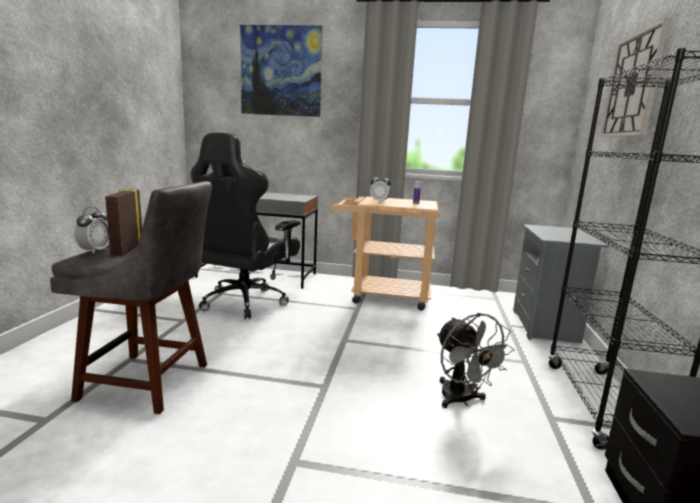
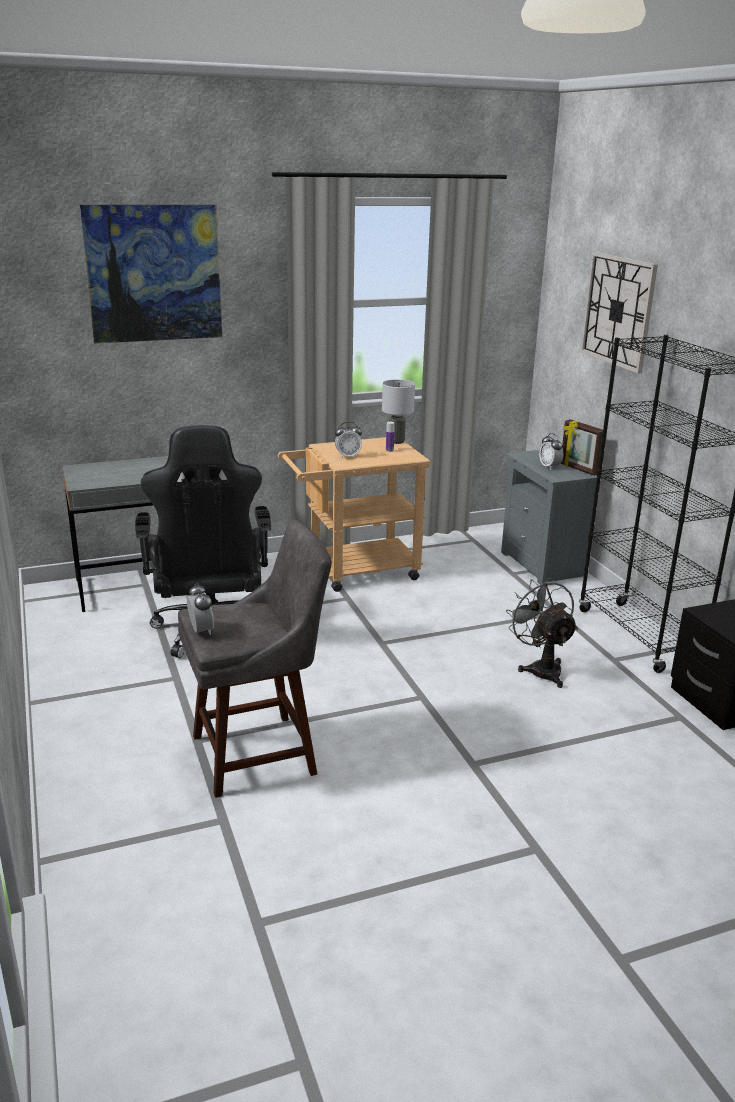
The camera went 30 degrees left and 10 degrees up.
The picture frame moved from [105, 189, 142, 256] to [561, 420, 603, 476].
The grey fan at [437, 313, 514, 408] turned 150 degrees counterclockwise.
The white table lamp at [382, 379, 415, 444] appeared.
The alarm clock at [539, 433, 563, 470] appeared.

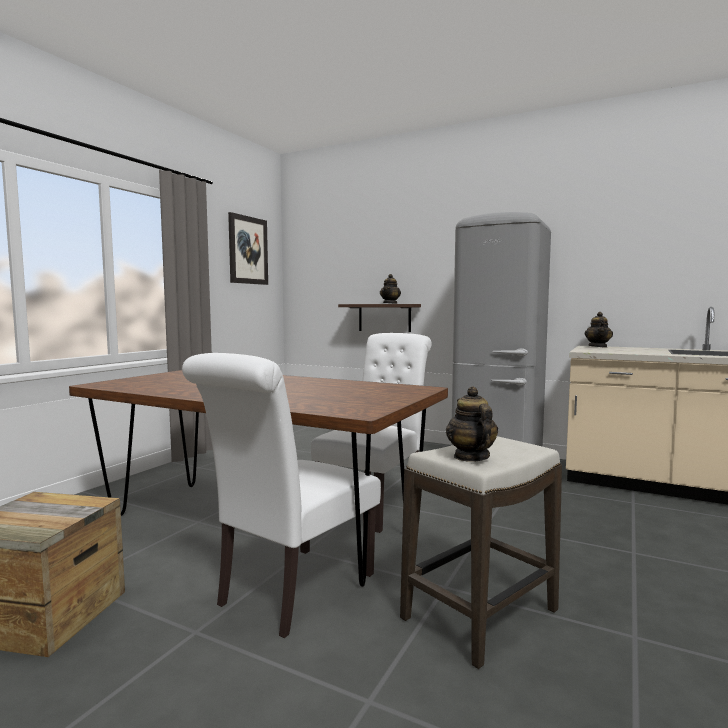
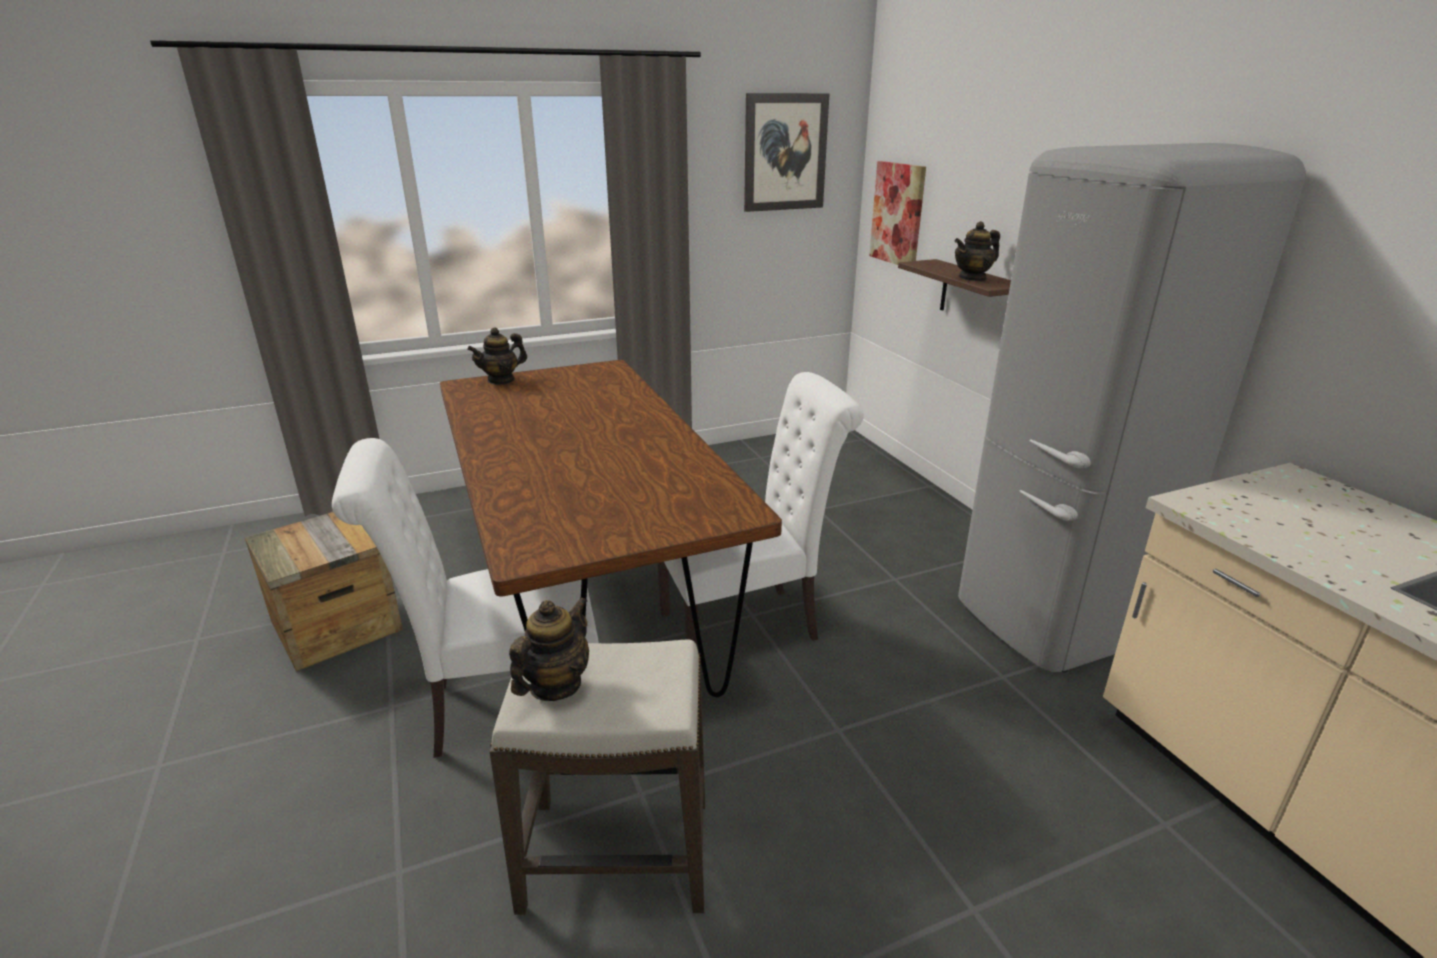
The camera went 40 degrees right and 20 degrees up.
The teapot moved from [584, 312, 613, 348] to [467, 327, 527, 385].
The picture at [869, 161, 926, 265] appeared.

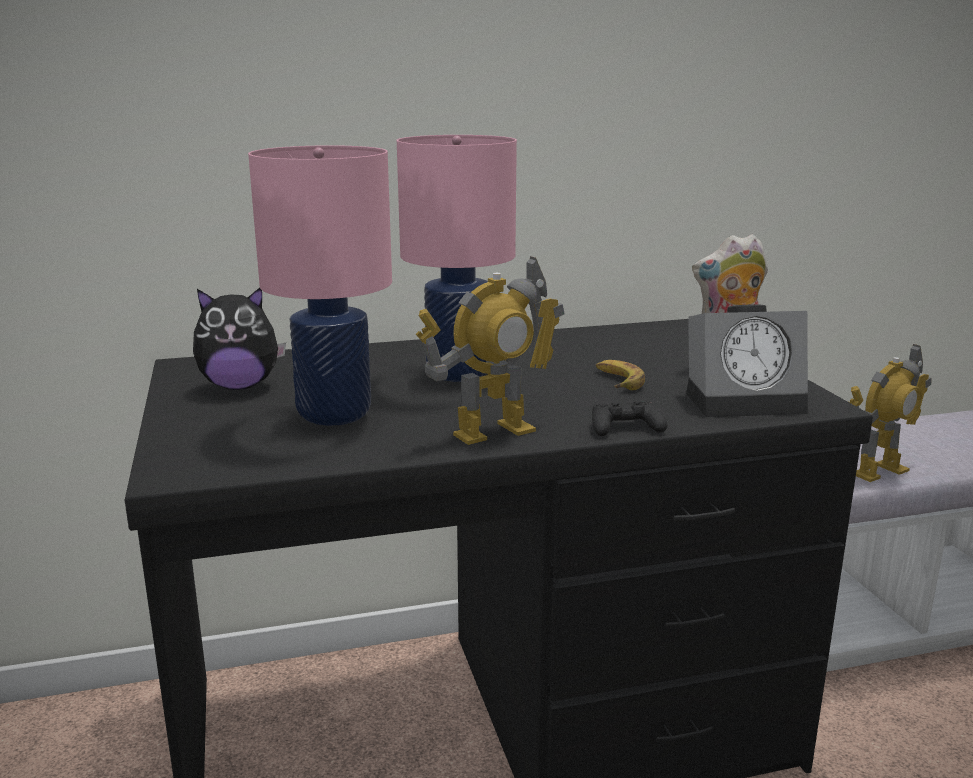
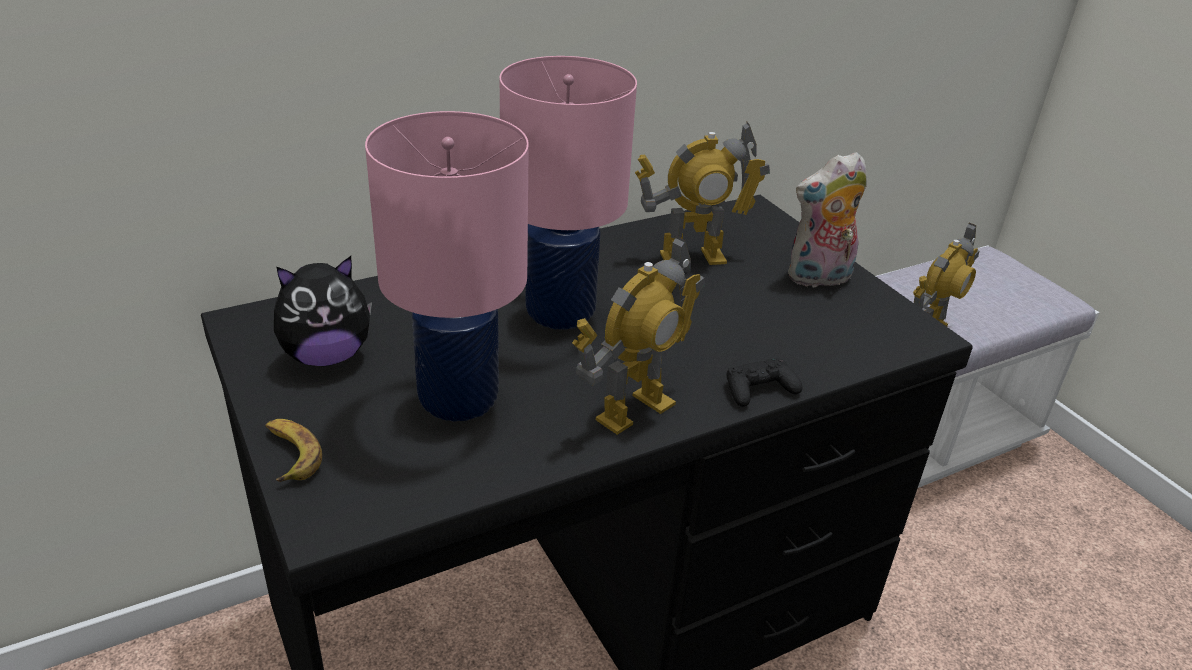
The camera went 15 degrees left and 15 degrees up.
The banana moved from [596, 360, 645, 390] to [265, 419, 322, 482].
The alarm clock at [686, 304, 808, 417] disappeared.
The toy robot at [635, 122, 770, 265] appeared.

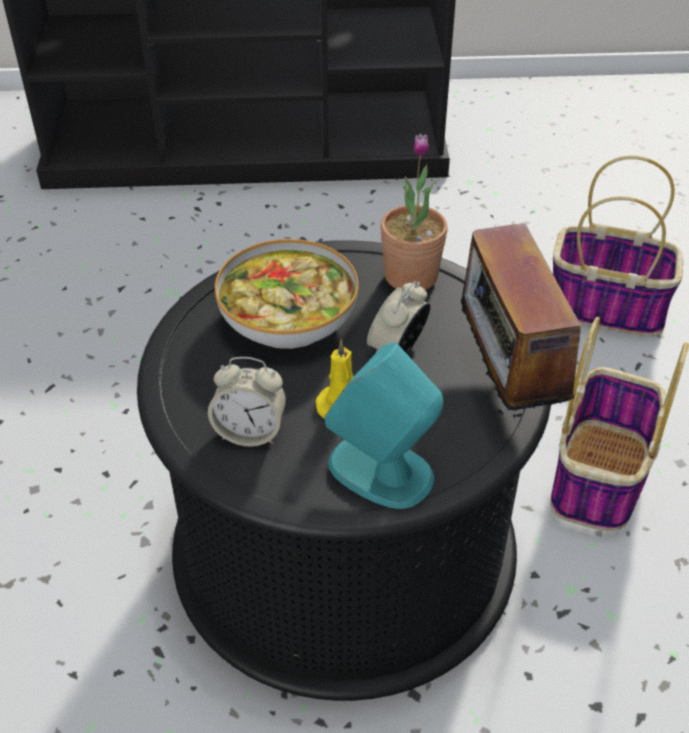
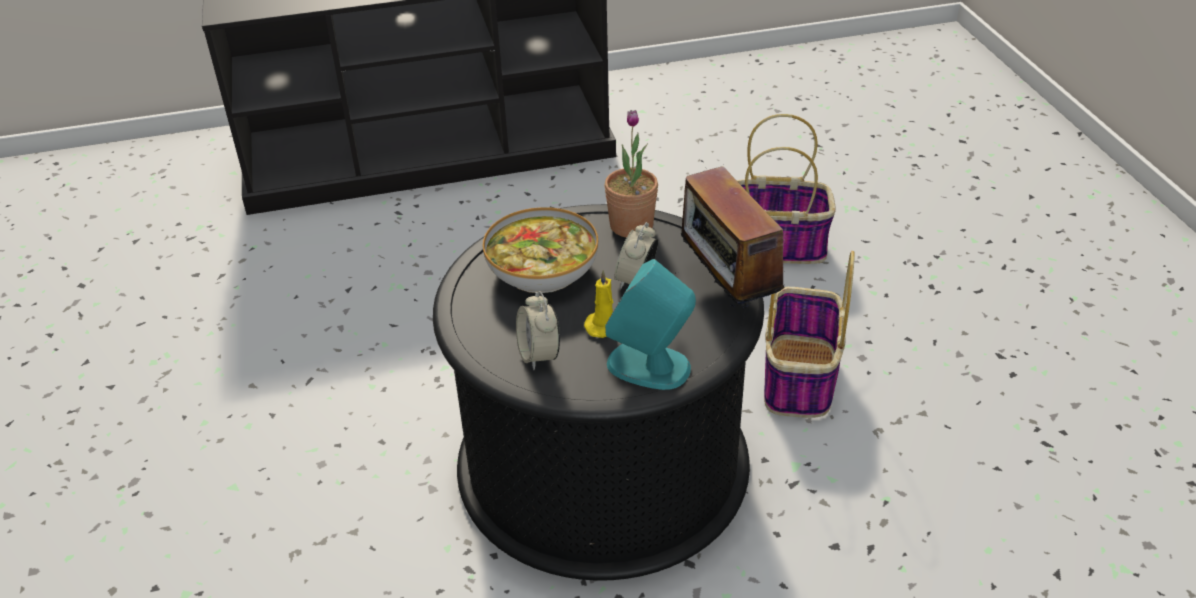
The camera went 10 degrees left and 5 degrees down.
The alarm clock at [208, 357, 286, 446] turned 75 degrees clockwise.

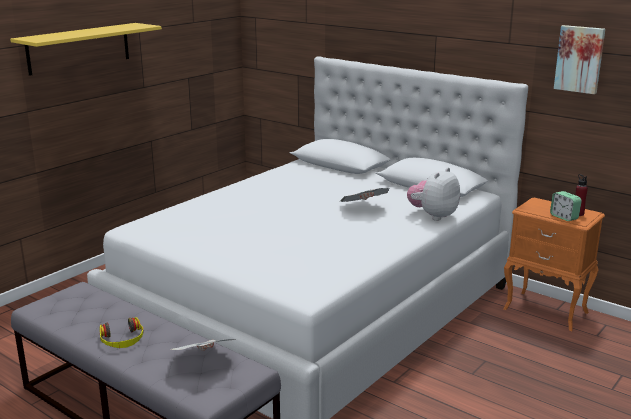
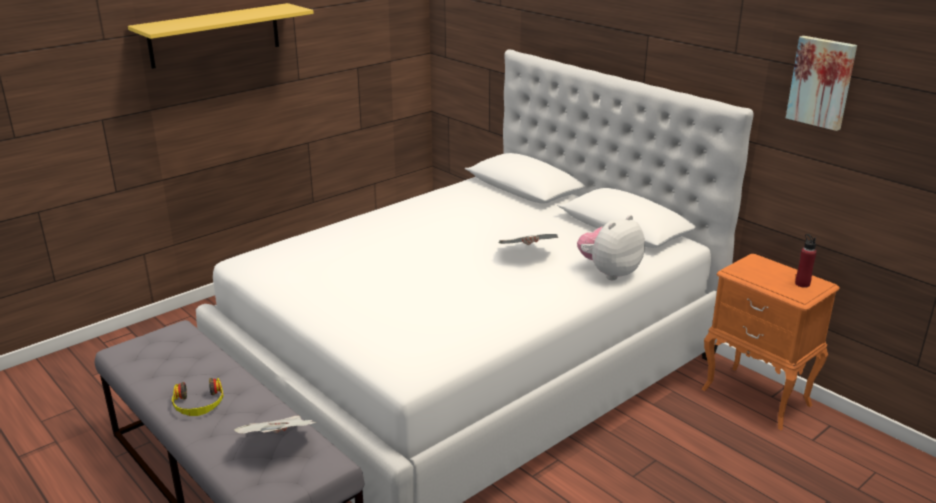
The camera went 10 degrees right and 5 degrees up.
The alarm clock at [550, 191, 582, 221] disappeared.

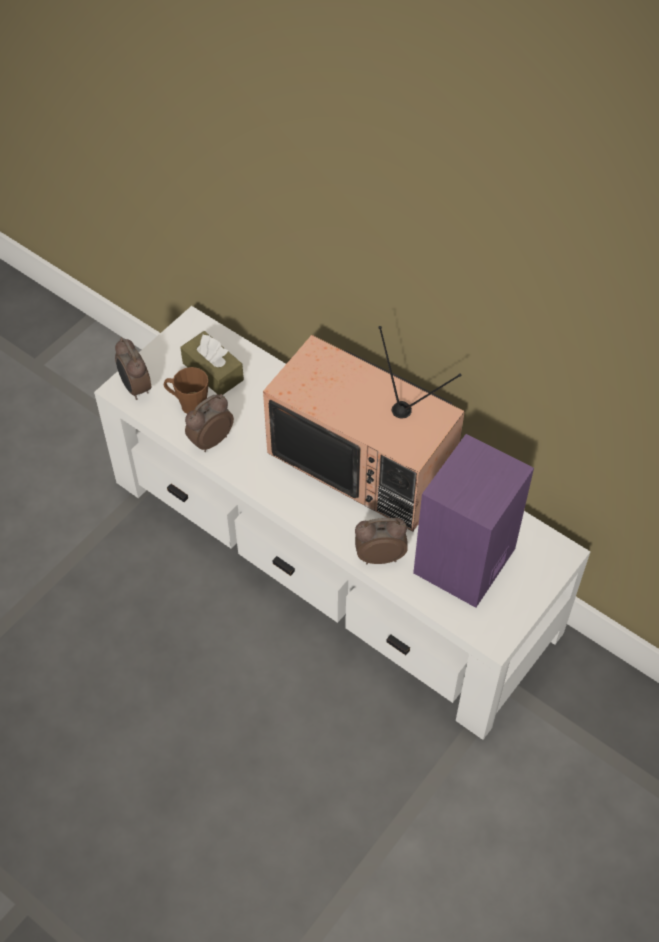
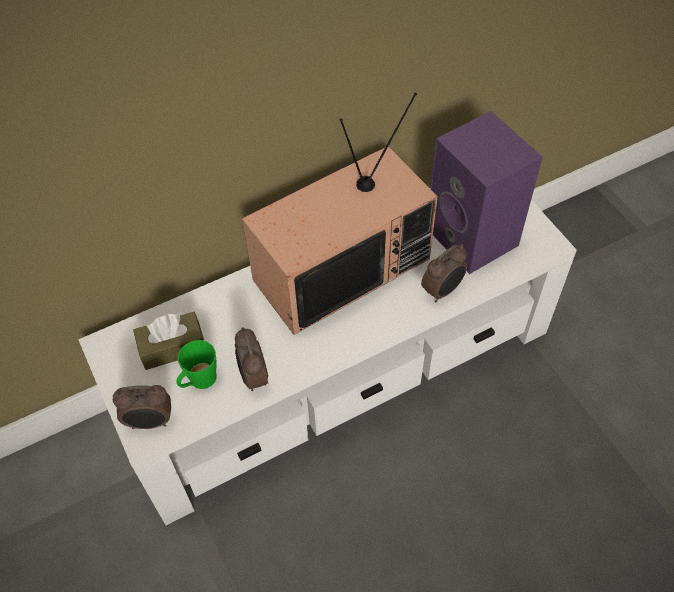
The camera went 65 degrees left and 0 degrees up.
The brown mug at [164, 367, 208, 414] became the green mug at [176, 340, 217, 389].
The alarm clock at [355, 518, 408, 564] turned 150 degrees counterclockwise.

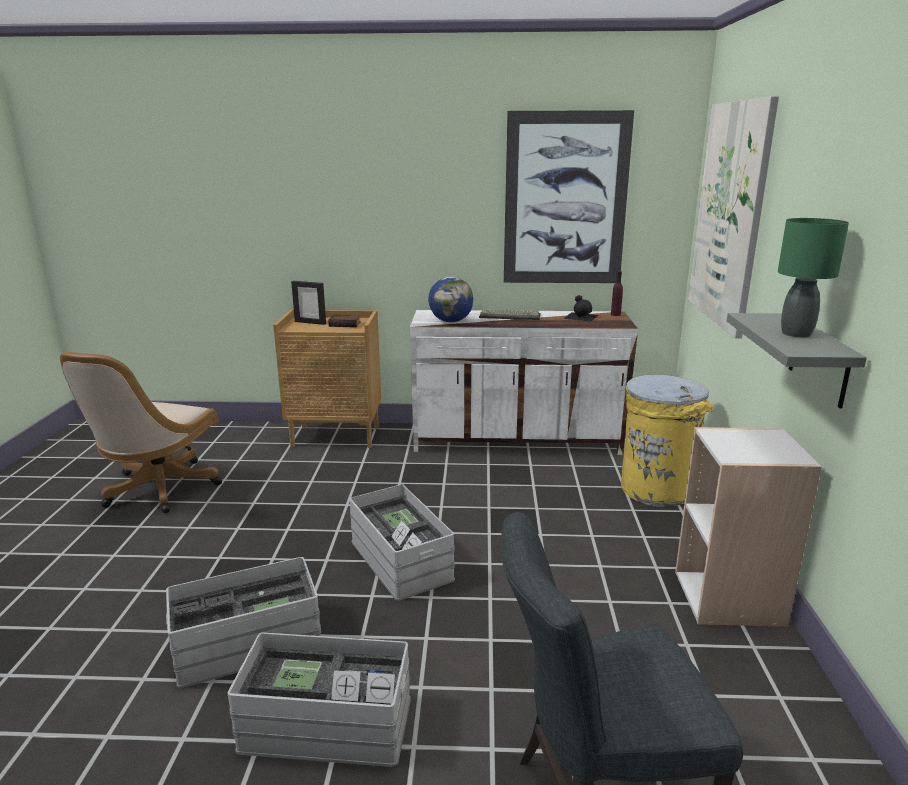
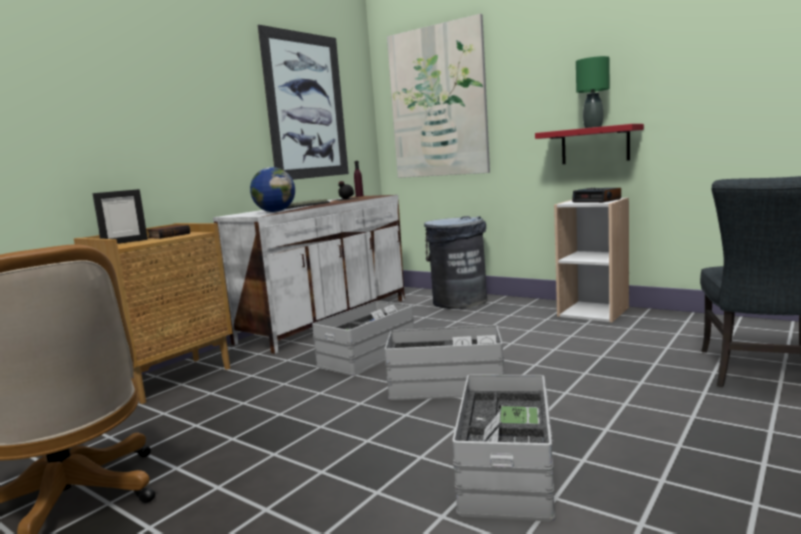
The camera went 55 degrees left and 10 degrees down.
The grey storage box moved from [227, 632, 411, 767] to [312, 301, 414, 376].
The yellow trash can at [621, 375, 714, 507] became the grey trash can at [424, 216, 487, 309].
The grey shelf at [727, 313, 867, 409] became the red shelf at [535, 124, 644, 164].
The alarm clock at [572, 187, 621, 203] appeared.

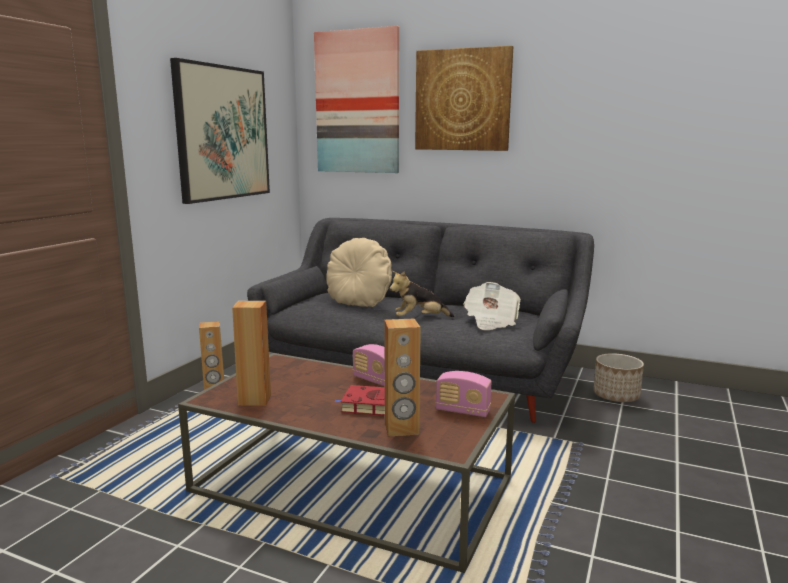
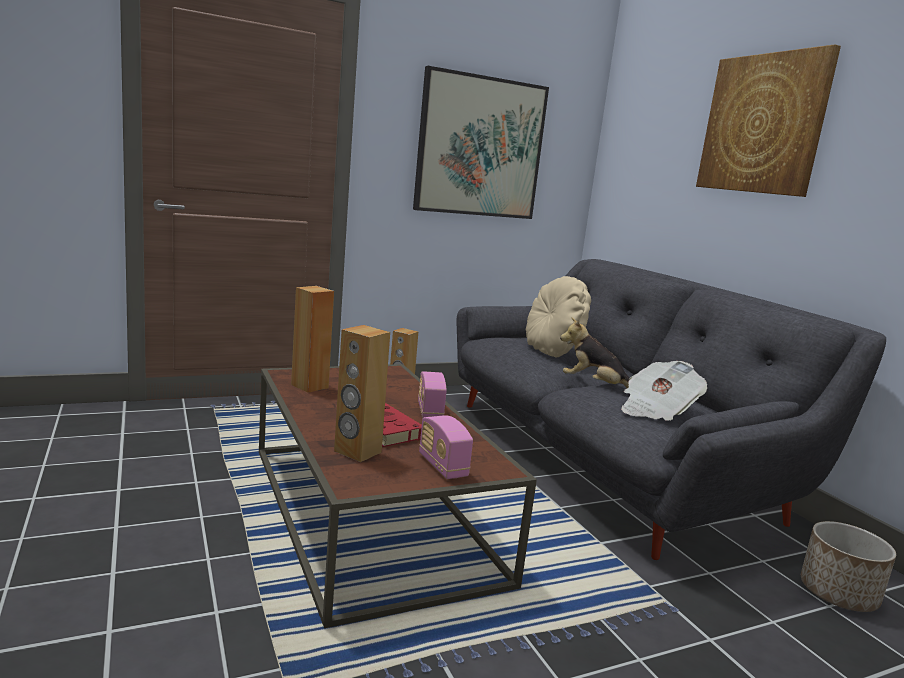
The camera went 40 degrees right and 0 degrees up.
The picture at [314, 26, 399, 173] disappeared.

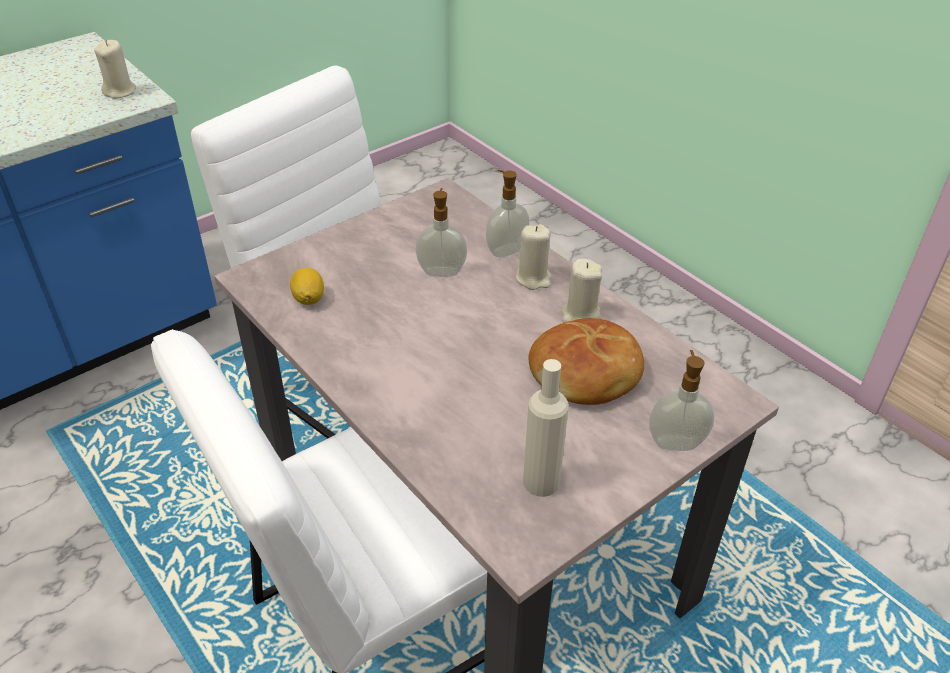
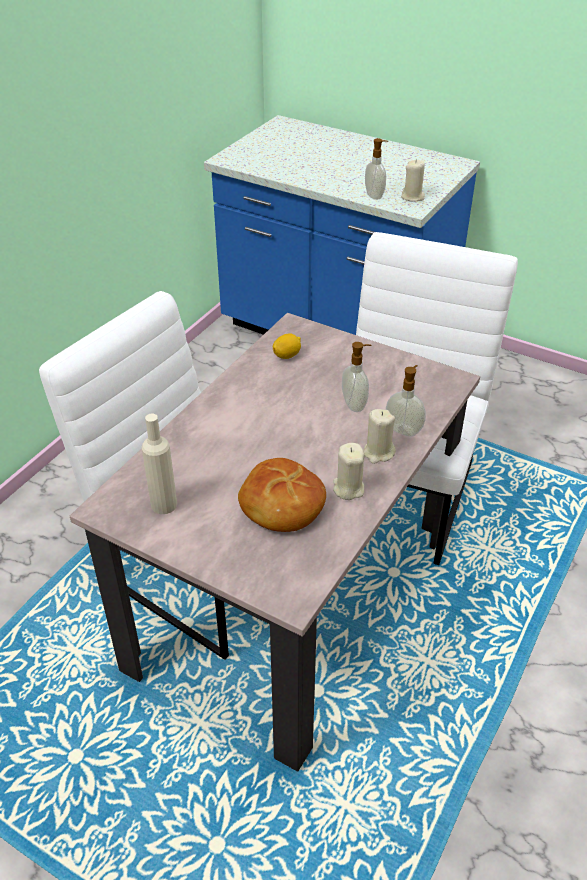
The camera went 70 degrees right and 0 degrees up.
The soap dispenser moved from [649, 350, 714, 451] to [365, 138, 389, 200].

